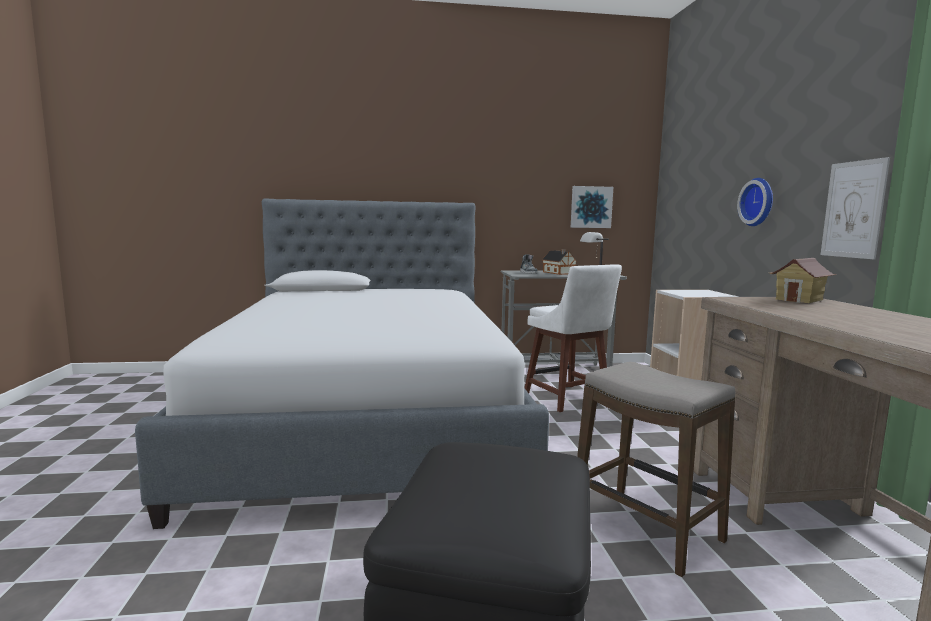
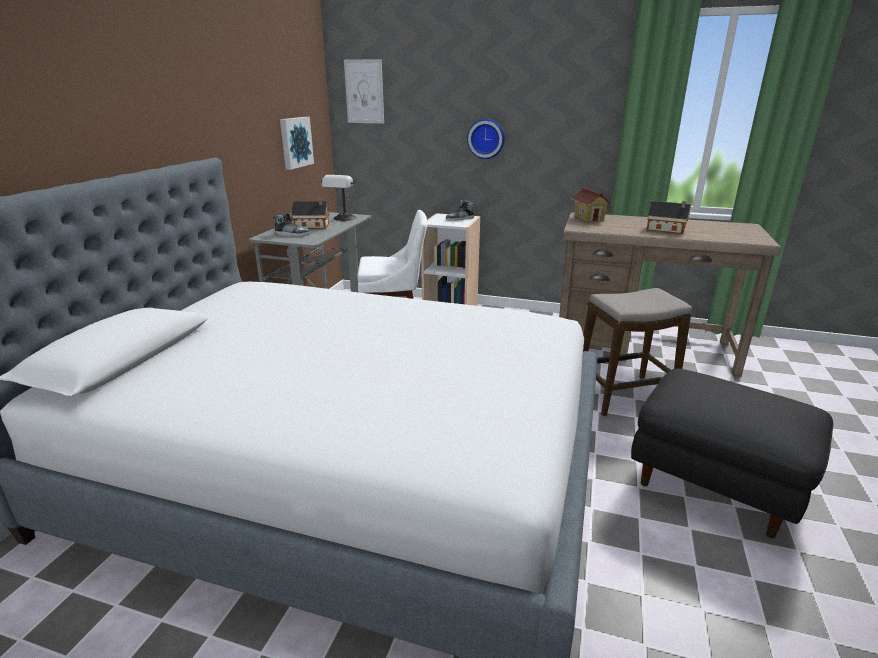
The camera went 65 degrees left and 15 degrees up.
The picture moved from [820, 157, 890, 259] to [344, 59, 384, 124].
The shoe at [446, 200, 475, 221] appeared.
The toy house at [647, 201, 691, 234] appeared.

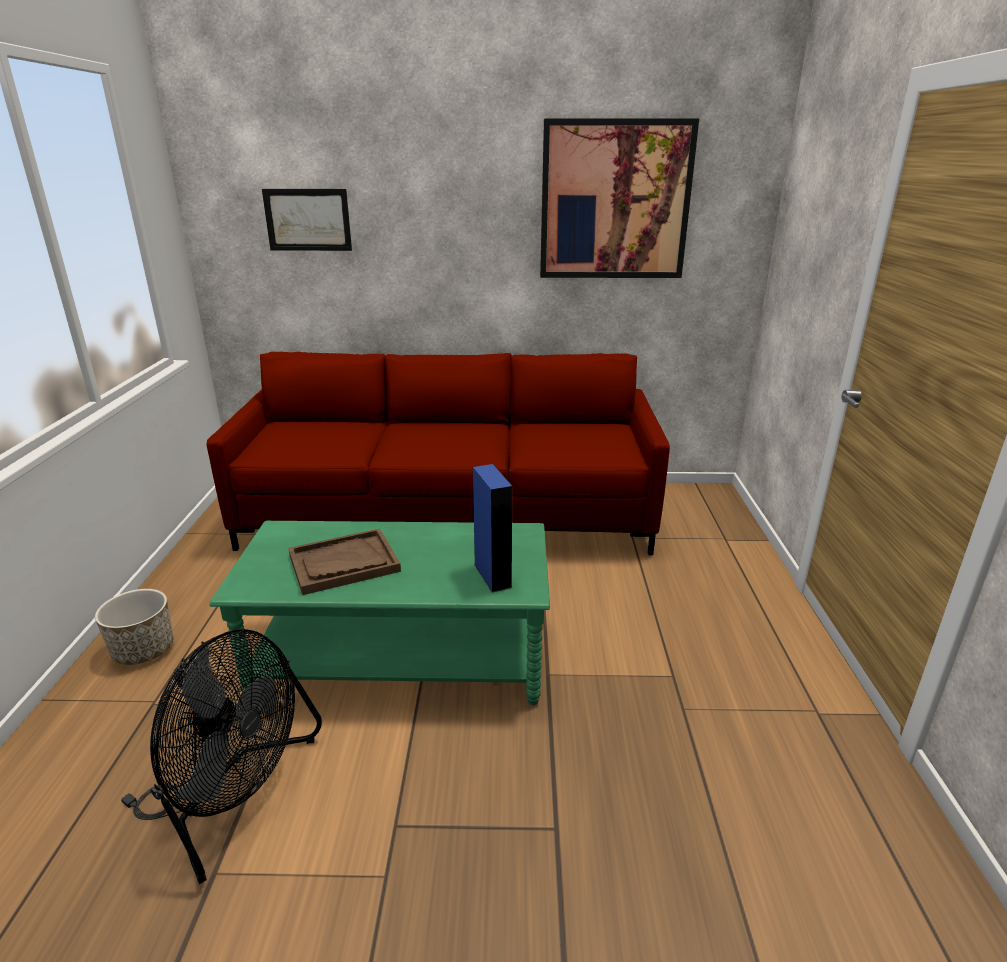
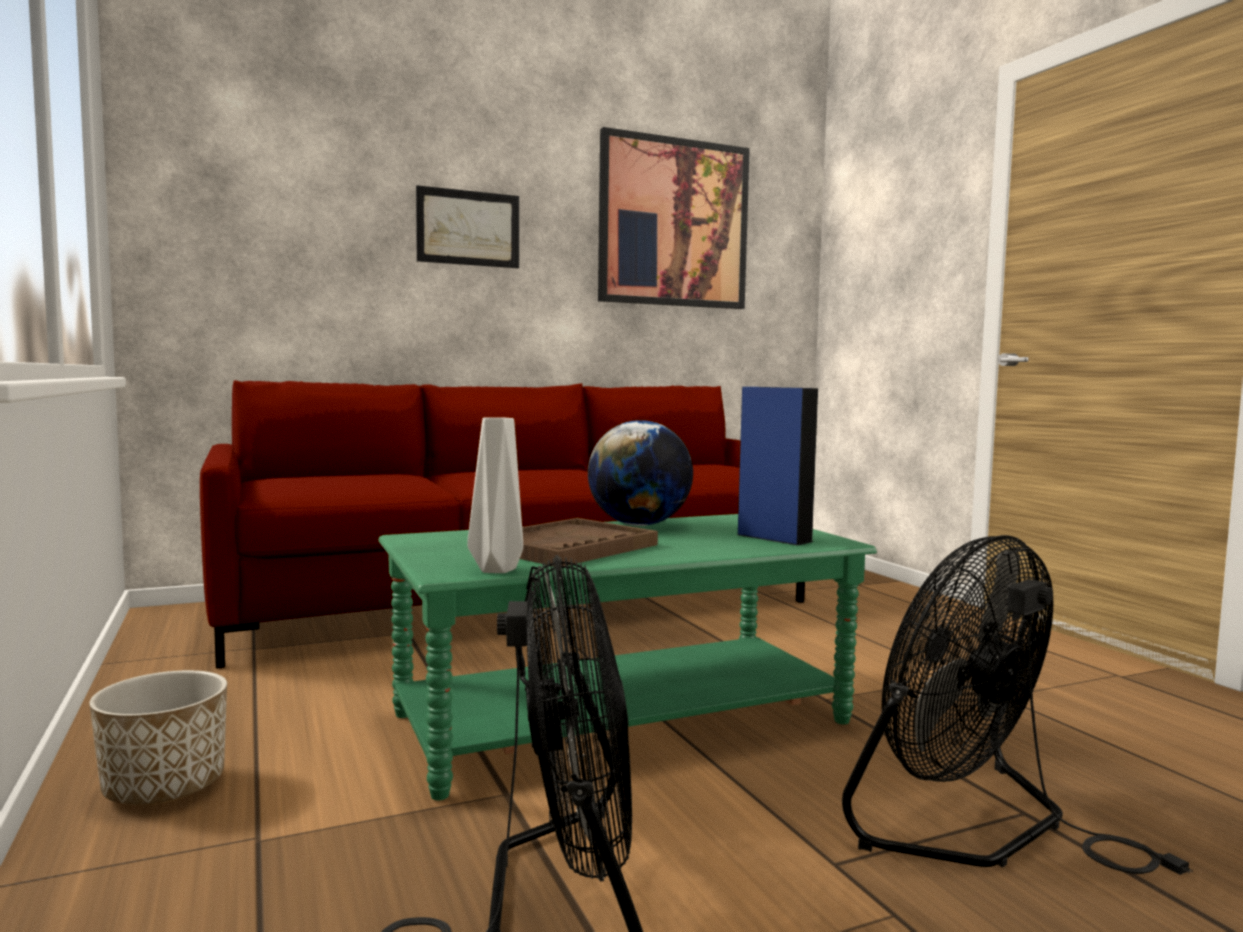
The camera went 25 degrees left and 20 degrees down.
The picture moved from [262, 189, 352, 251] to [416, 185, 519, 268].
The grey vase at [467, 417, 523, 573] appeared.
The globe at [588, 420, 693, 526] appeared.
The black fan at [842, 535, 1193, 875] appeared.

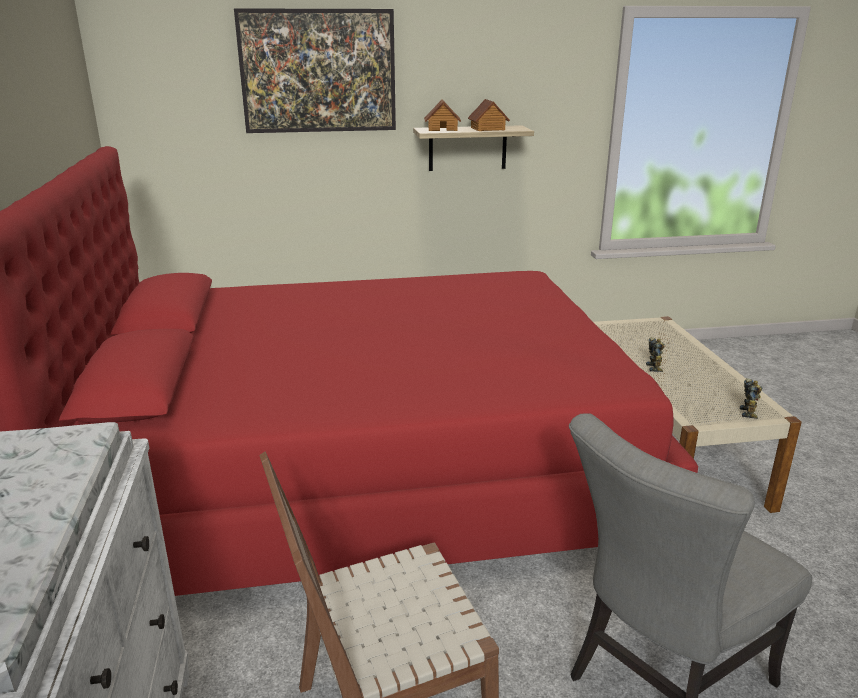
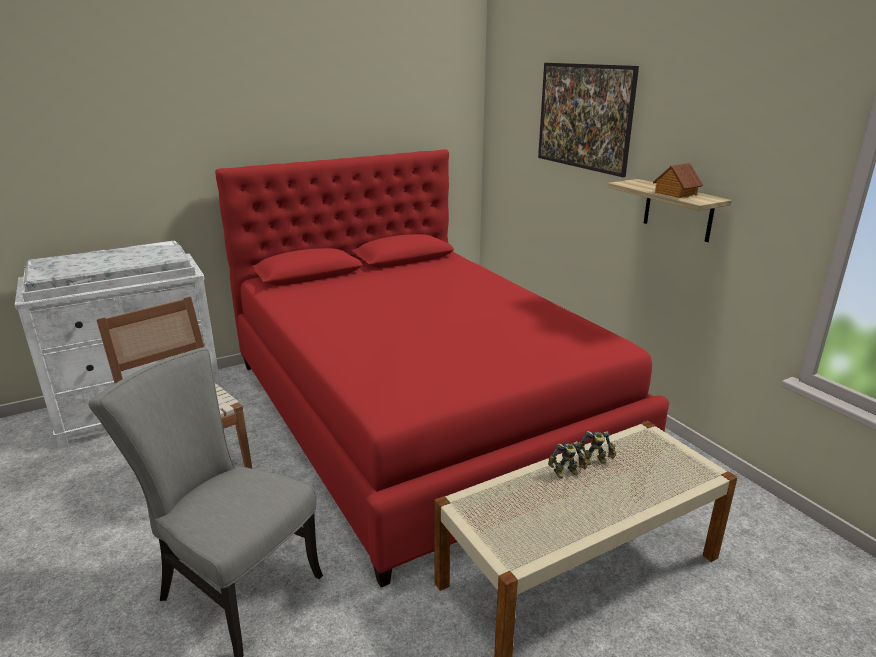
The camera went 70 degrees right and 0 degrees up.
The toy house at [424, 100, 461, 131] disappeared.
The toy robot moved from [740, 378, 762, 419] to [579, 431, 616, 465].

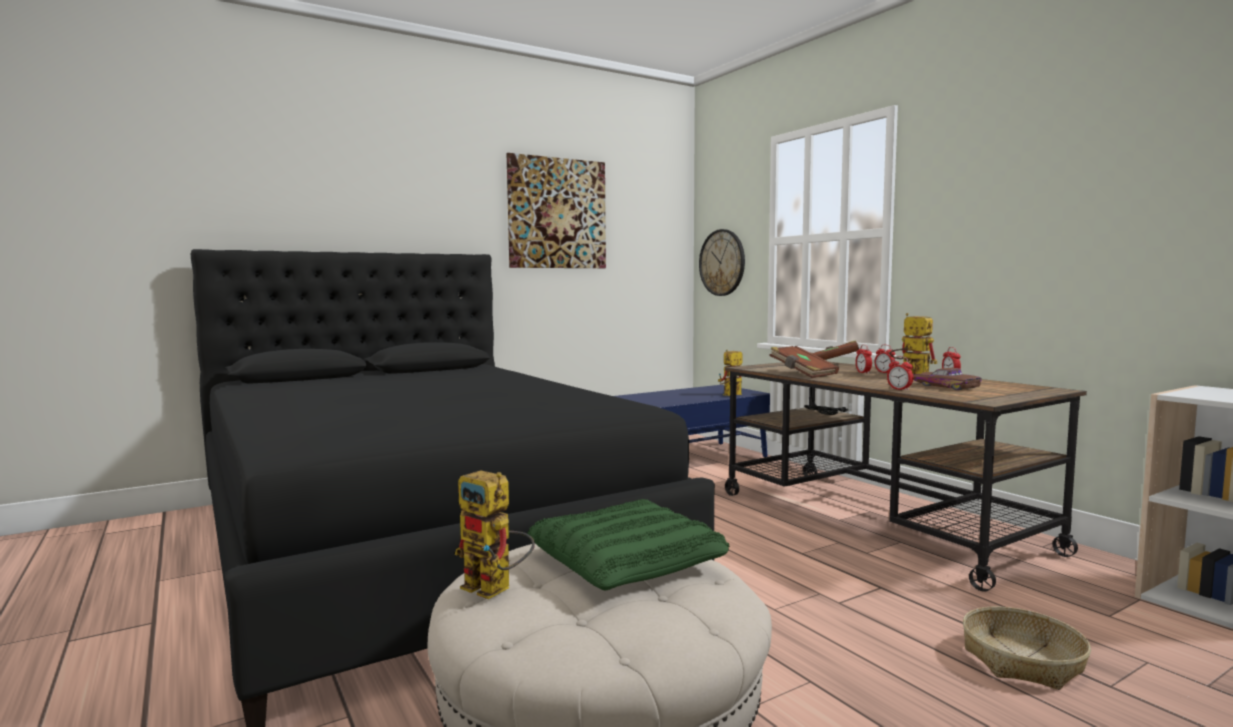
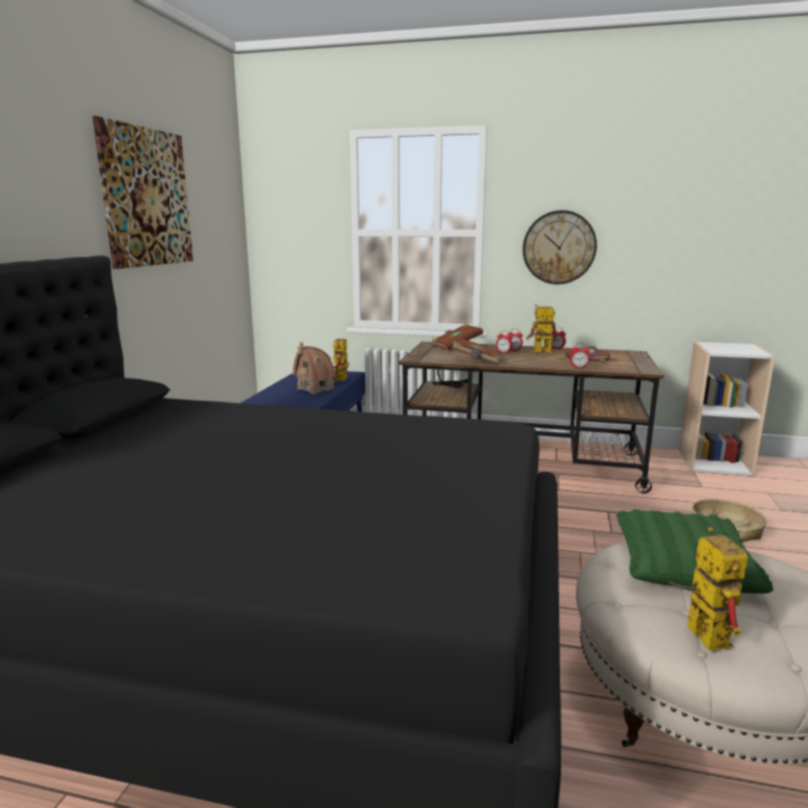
The camera went 45 degrees left and 10 degrees up.
The toy robot at [455, 470, 535, 599] turned 90 degrees counterclockwise.
The wall clock moved from [699, 229, 745, 296] to [523, 210, 597, 284].
The toy house at [293, 342, 336, 394] appeared.

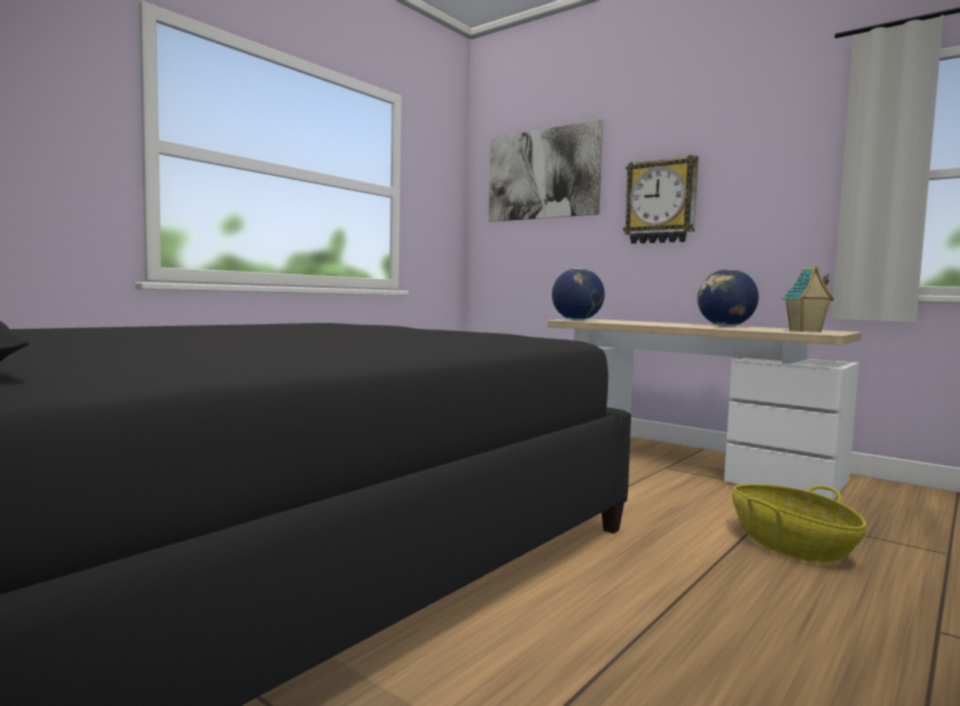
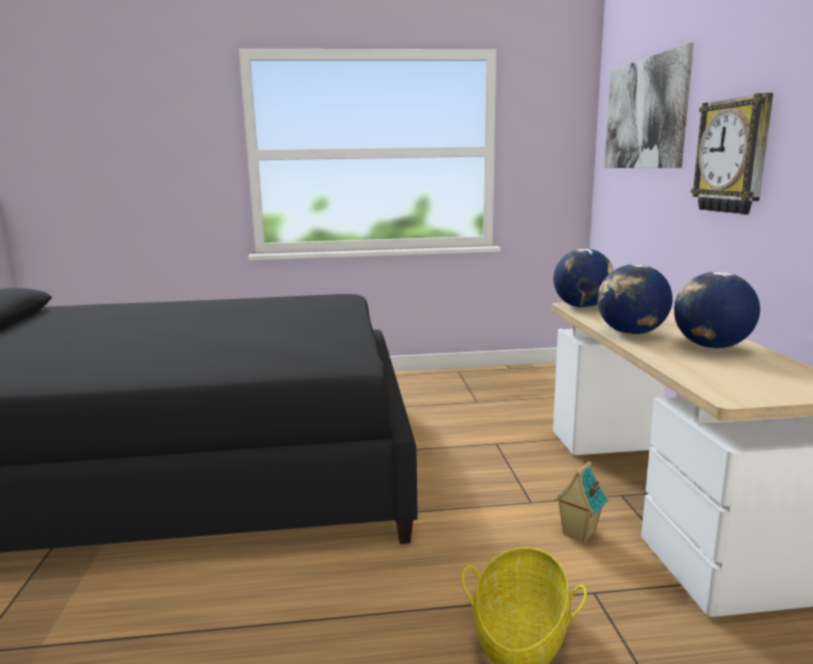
The camera went 45 degrees right and 10 degrees up.
The toy house moved from [782, 266, 834, 332] to [555, 461, 608, 542].
The globe at [597, 264, 673, 335] appeared.

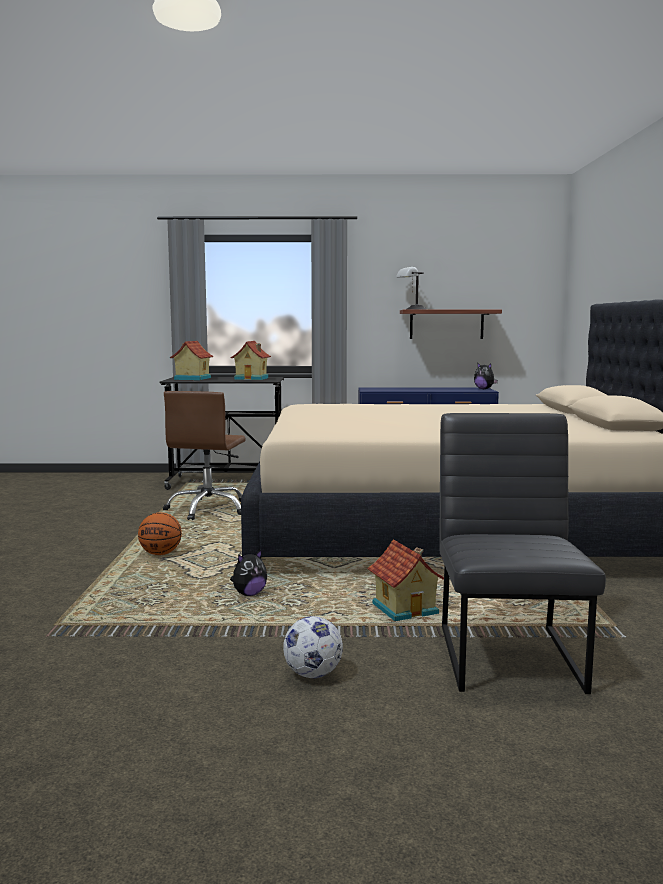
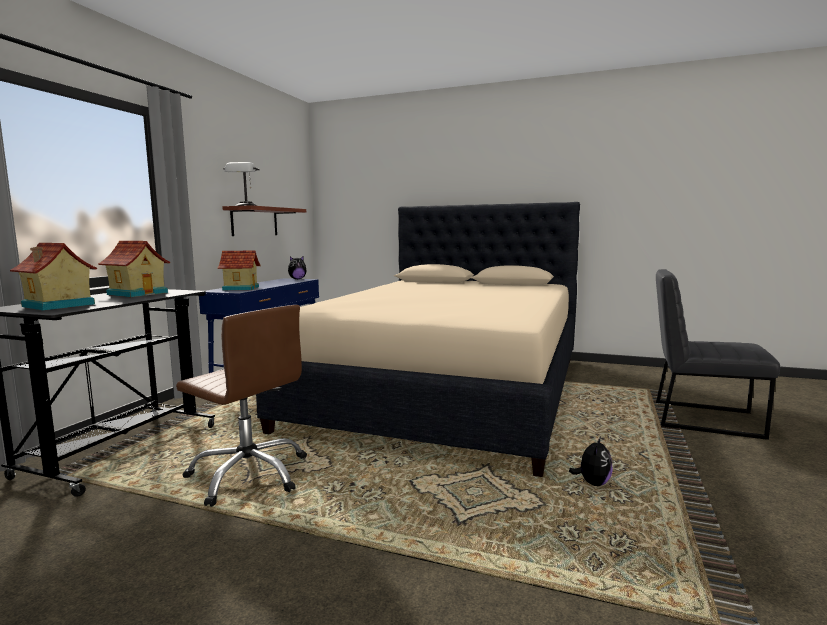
The camera went 70 degrees left and 0 degrees up.
The basketball at [138, 512, 182, 555] disappeared.
The plush toy at [230, 549, 267, 596] turned 45 degrees clockwise.
The football at [283, 616, 343, 678] disappeared.
The toy house moved from [367, 539, 444, 621] to [218, 251, 261, 291].

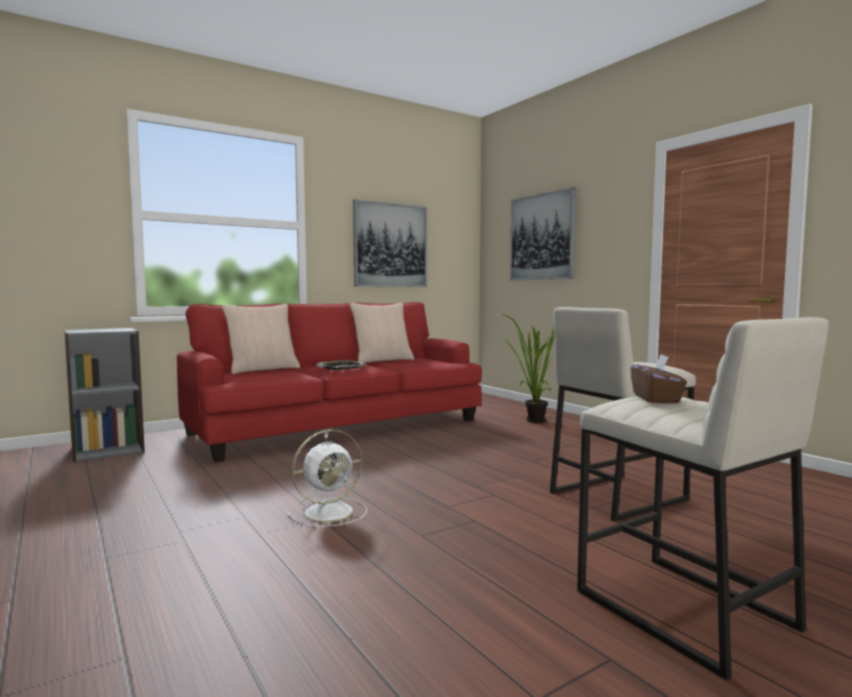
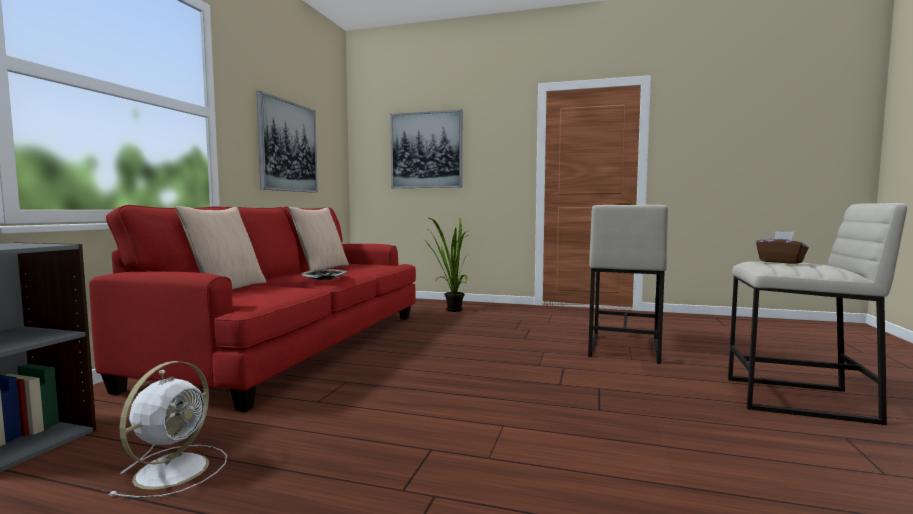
The camera went 40 degrees left and 0 degrees up.
The white fan moved from [286, 429, 367, 527] to [108, 361, 227, 498].

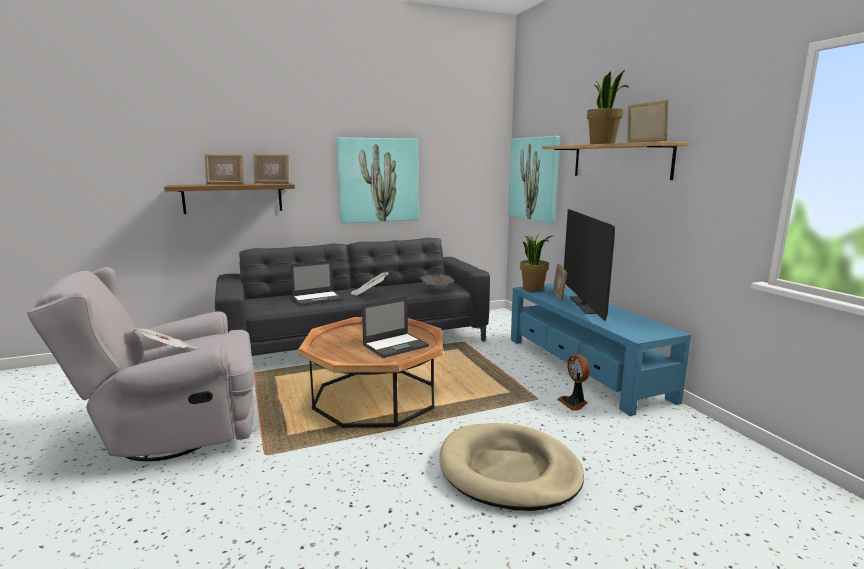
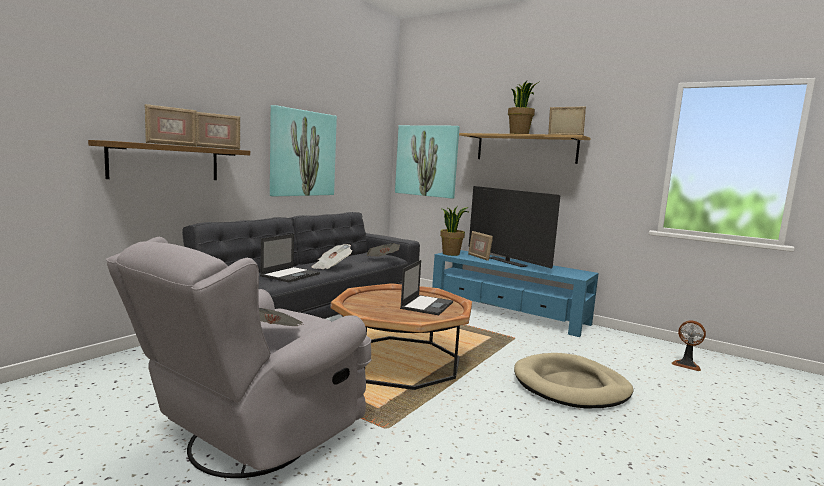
The camera went 35 degrees left and 5 degrees down.
The fan moved from [557, 354, 590, 411] to [671, 320, 706, 371].

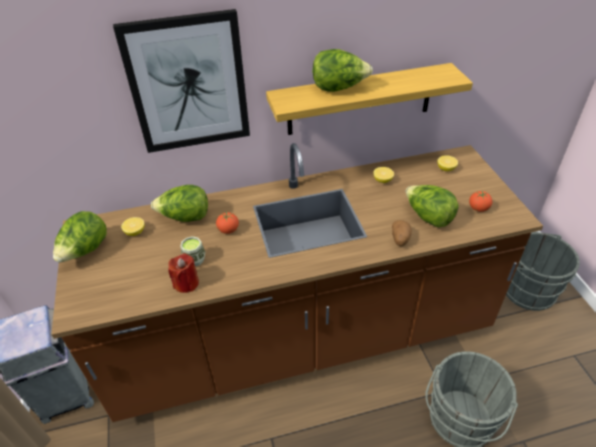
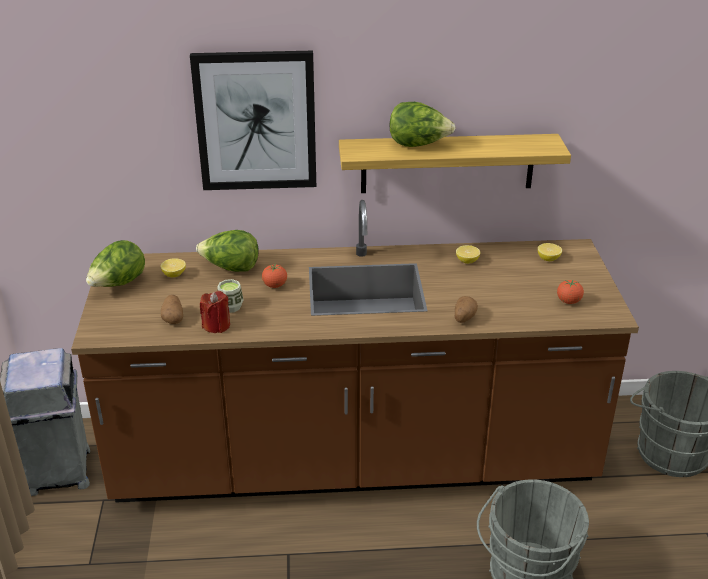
The camera went 10 degrees right and 10 degrees down.
The lettuce at [406, 185, 459, 227] disappeared.
The potato at [161, 295, 183, 324] appeared.

